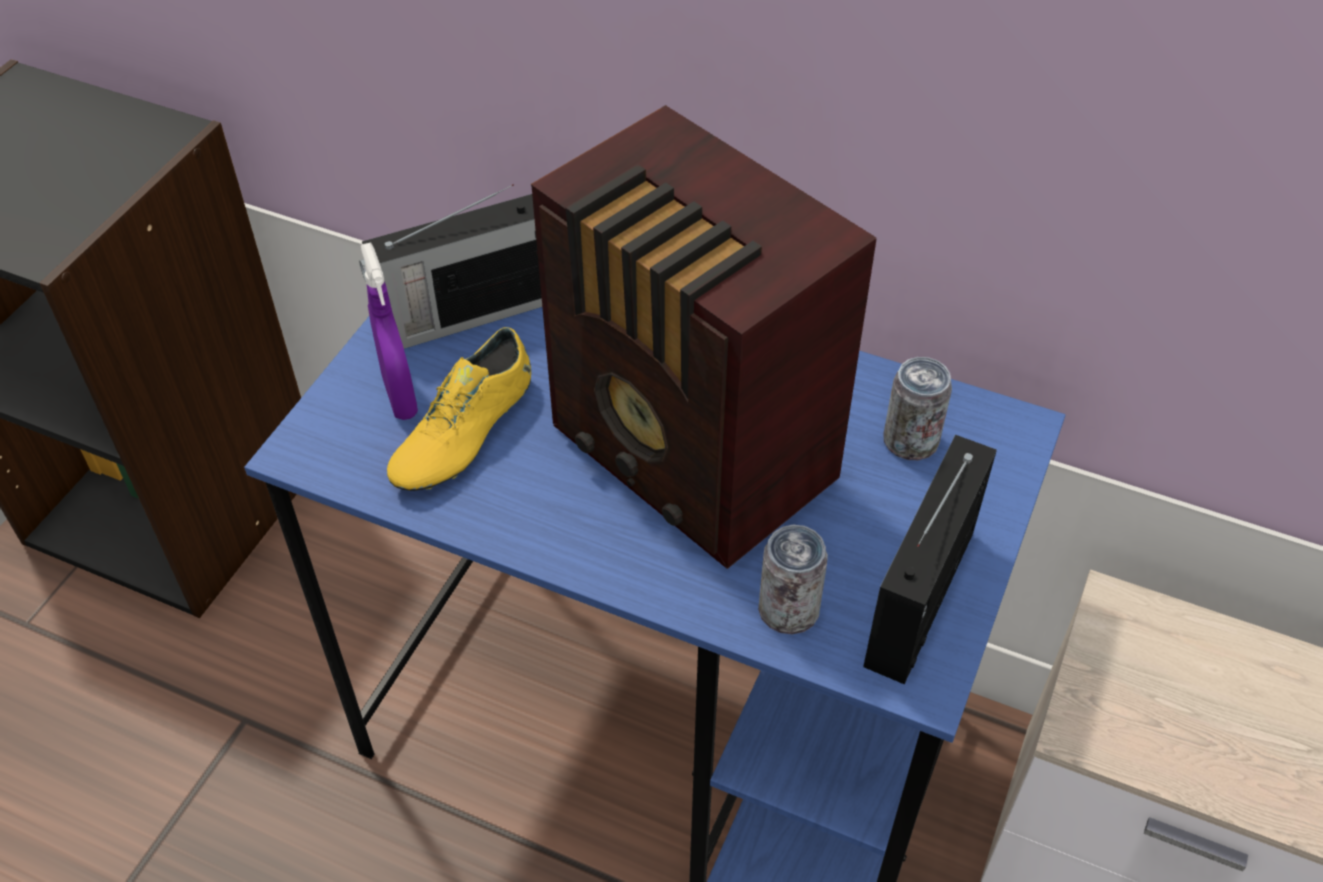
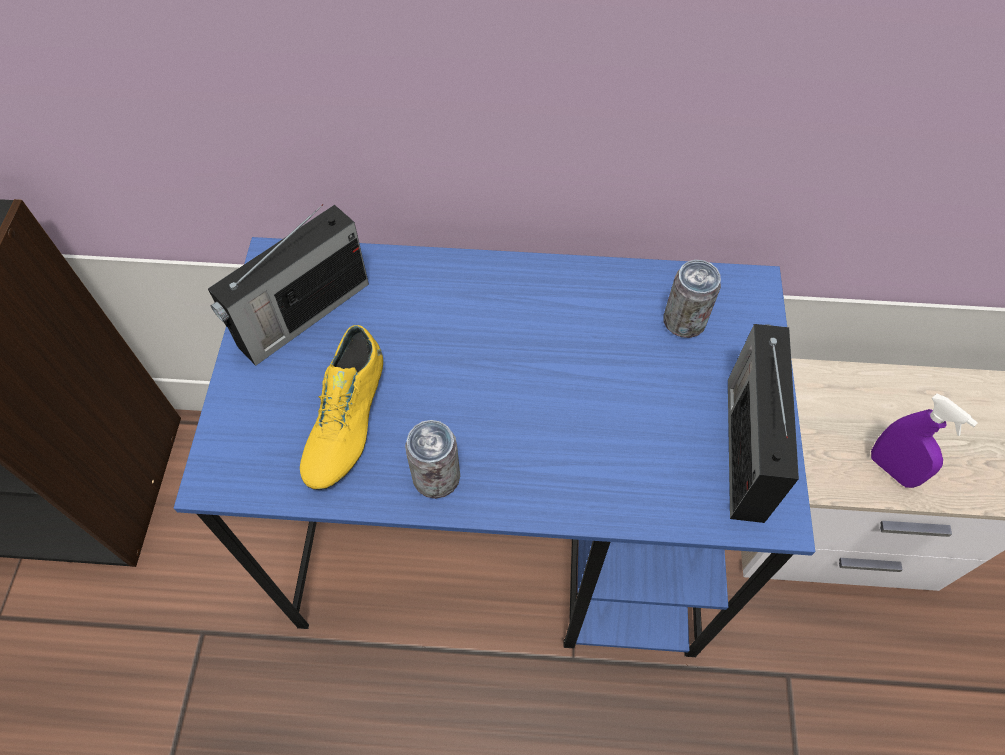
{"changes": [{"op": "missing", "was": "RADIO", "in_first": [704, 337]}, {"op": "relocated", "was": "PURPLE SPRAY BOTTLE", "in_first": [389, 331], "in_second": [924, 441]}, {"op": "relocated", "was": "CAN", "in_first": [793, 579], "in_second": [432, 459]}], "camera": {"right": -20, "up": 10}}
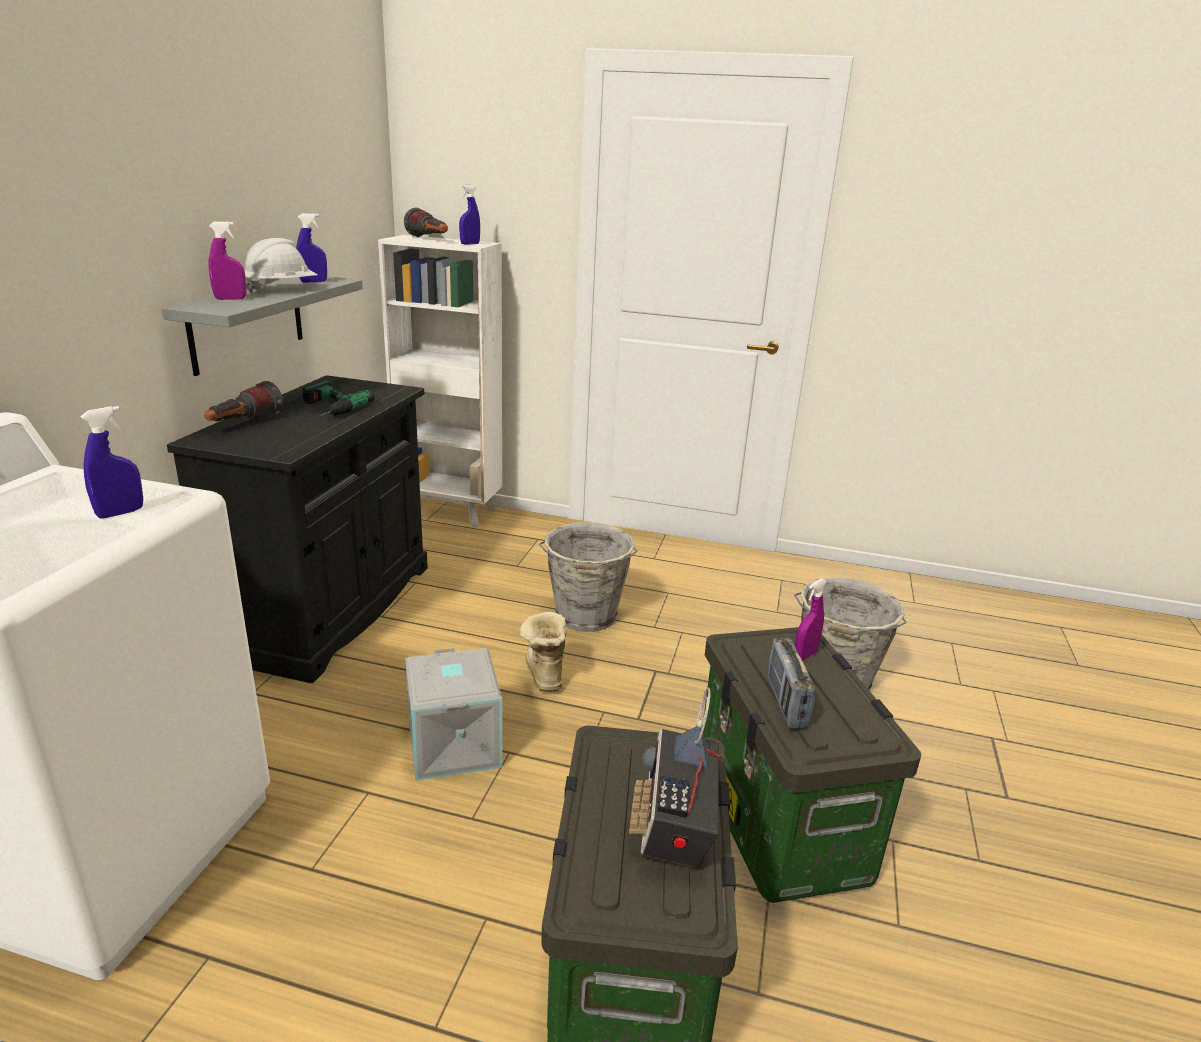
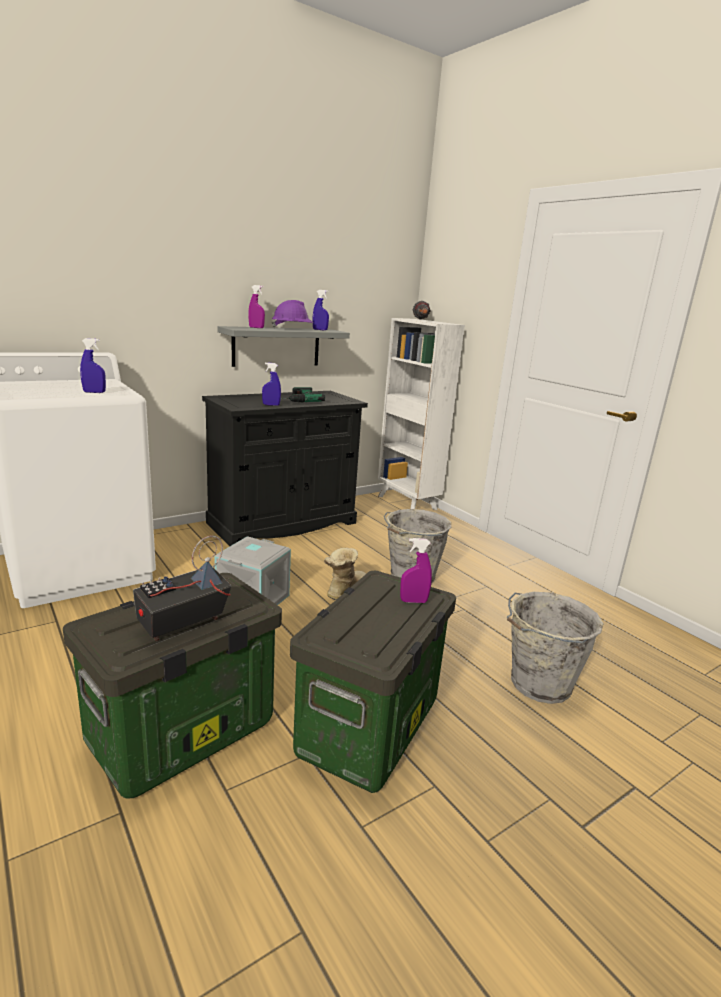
{"changes": [{"op": "missing", "was": "FLASHLIGHT", "in_first": [243, 401]}, {"op": "missing", "was": "RADIO", "in_first": [791, 683]}, {"op": "relocated", "was": "BLUE SPRAY BOTTLE", "in_first": [469, 215], "in_second": [271, 384]}, {"op": "colour", "was": "WHITE HARD HAT", "now": "PURPLE HARD HAT", "in_first": [281, 265], "in_second": [292, 314]}], "camera": {"right": 40, "up": -5}}
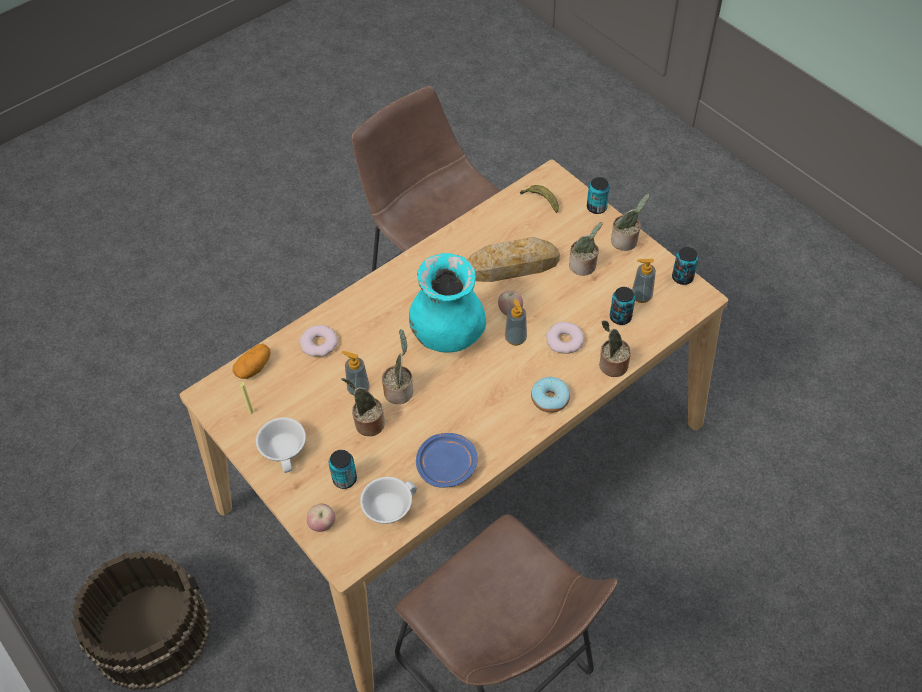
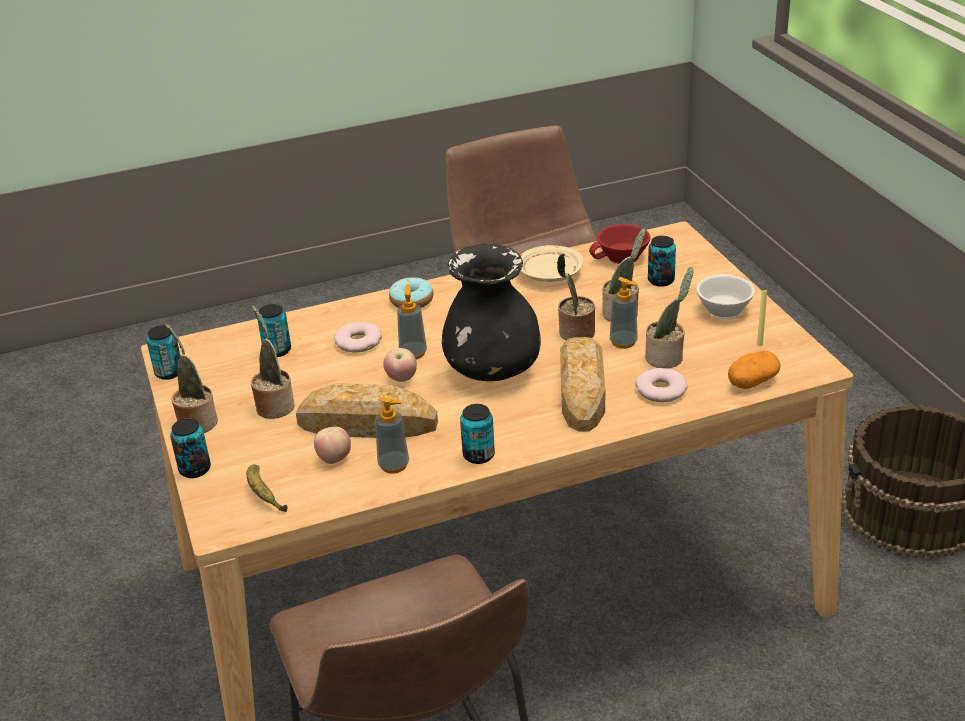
{"changes": [{"op": "appeared", "now": "CAN", "in_second": [477, 434]}, {"op": "appeared", "now": "BREAD", "in_second": [582, 384]}, {"op": "relocated", "was": "APPLE", "in_first": [321, 518], "in_second": [332, 445]}, {"op": "relocated", "was": "POTTED PLANT", "in_first": [615, 348], "in_second": [669, 317]}, {"op": "relocated", "was": "SOAP DISPENSER", "in_first": [644, 281], "in_second": [392, 435]}, {"op": "colour", "was": "WHITE CUP", "now": "RED CUP", "in_first": [388, 500], "in_second": [620, 244]}, {"op": "colour", "was": "TURQUOISE VASE", "now": "BLACK VASE", "in_first": [447, 303], "in_second": [491, 312]}, {"op": "colour", "was": "BLUE PLATE", "now": "BEIGE PLATE", "in_first": [447, 460], "in_second": [551, 263]}], "camera": {"right": -160, "up": -20}}
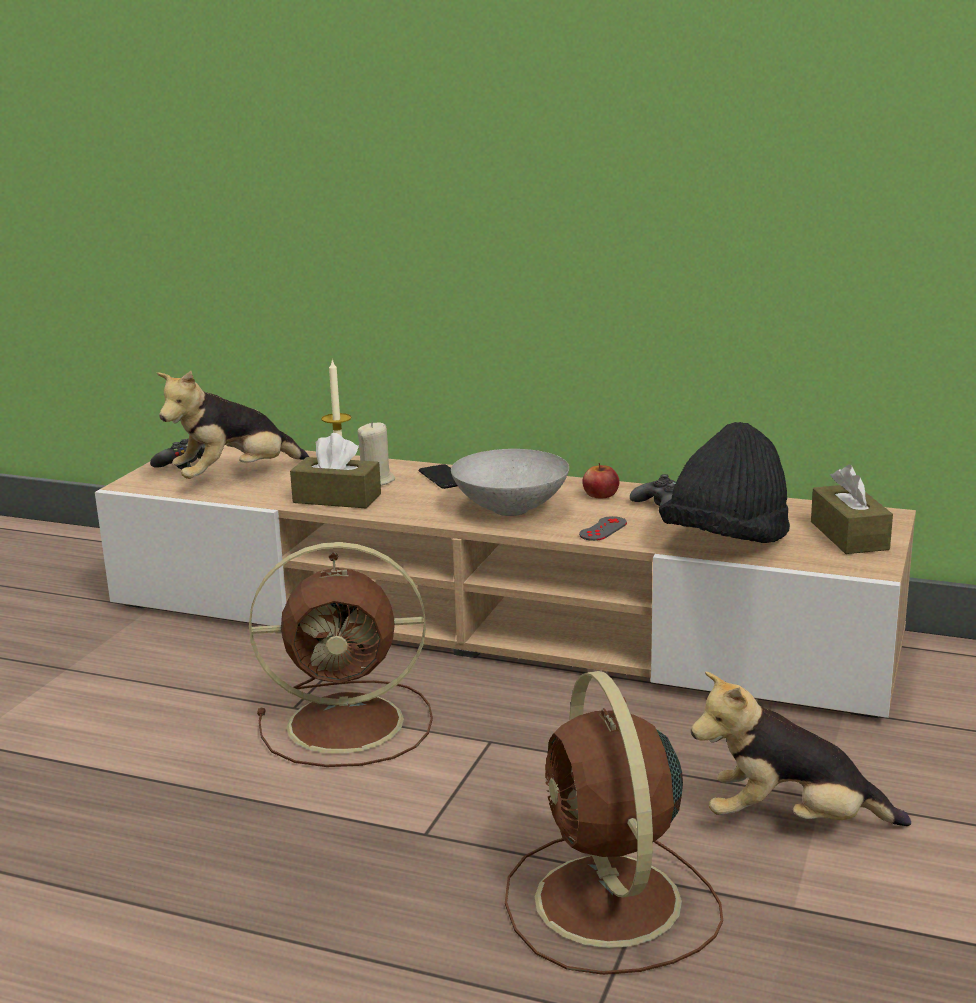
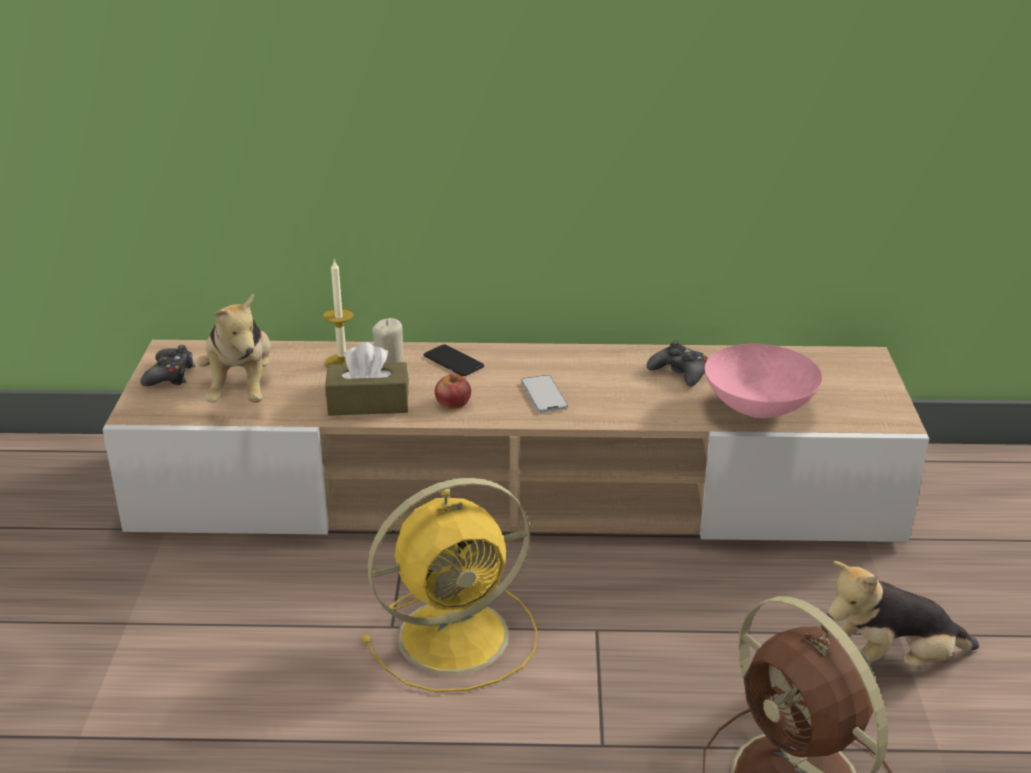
{"changes": [{"op": "missing", "was": "GREY GAME CONTROLLER", "in_first": [603, 528]}, {"op": "missing", "was": "BROWN TISSUE BOX", "in_first": [852, 509]}, {"op": "relocated", "was": "APPLE", "in_first": [600, 480], "in_second": [453, 391]}, {"op": "exchanged", "was": "GREY BOWL", "now": "PHONE", "in_first": [510, 482], "in_second": [544, 394]}, {"op": "exchanged", "was": "BLACK HAT", "now": "PINK BOWL", "in_first": [724, 482], "in_second": [763, 381]}, {"op": "colour", "was": "BROWN FAN", "now": "YELLOW FAN", "in_first": [341, 654], "in_second": [450, 585]}, {"op": "spun", "was": "PLUSH TOY", "in_first": [233, 425], "in_second": [234, 348], "clockwise": -45}], "camera": {"right": -20, "up": 10}}
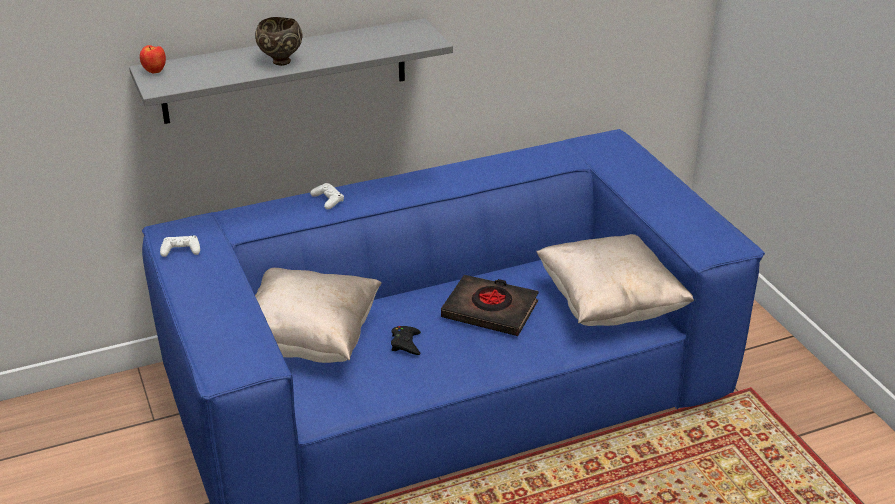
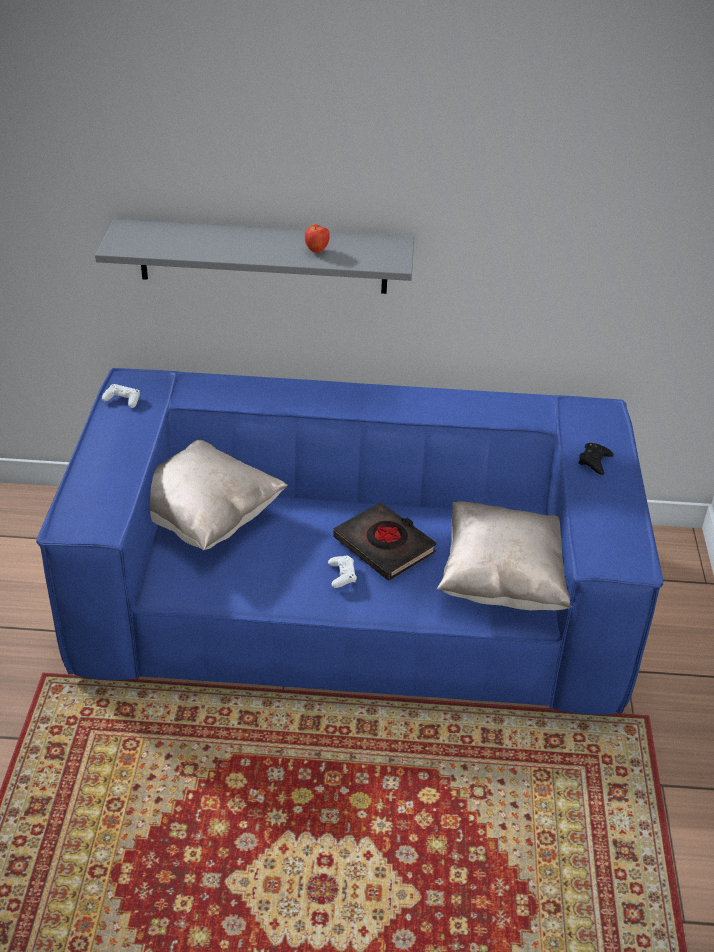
{"changes": [{"op": "missing", "was": "BROWN BOWL", "in_first": [279, 41]}, {"op": "relocated", "was": "APPLE", "in_first": [153, 59], "in_second": [317, 238]}, {"op": "relocated", "was": "WHITE GAME CONTROLLER", "in_first": [327, 196], "in_second": [342, 571]}, {"op": "relocated", "was": "BLACK GAME CONTROLLER", "in_first": [406, 340], "in_second": [596, 459]}], "camera": {"right": 25, "up": 5}}
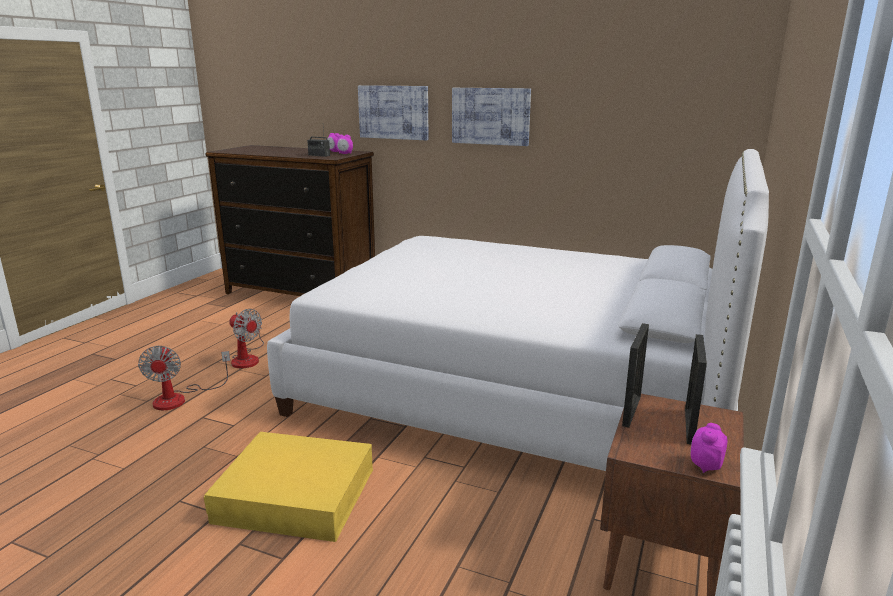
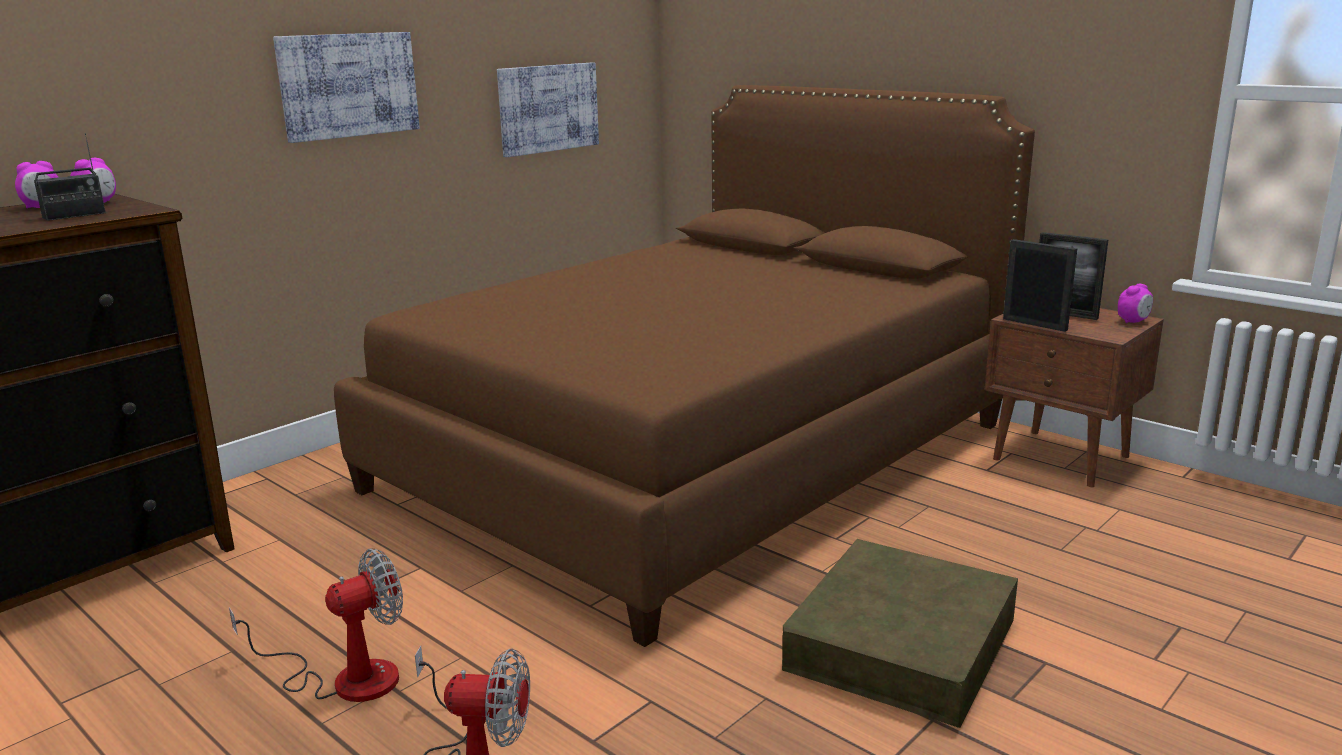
{"changes": [{"op": "relocated", "was": "PICTURE", "in_first": [393, 112], "in_second": [548, 110]}, {"op": "colour", "was": "YELLOW STORAGE BOX", "now": "BROWN STORAGE BOX", "in_first": [288, 487], "in_second": [900, 633]}, {"op": "colour", "was": "WHITE BED", "now": "BROWN BED", "in_first": [518, 310], "in_second": [684, 366]}, {"op": "spun", "was": "ALARM CLOCK", "in_first": [709, 448], "in_second": [1135, 303], "clockwise": -90}], "camera": {"right": -70, "up": 0}}
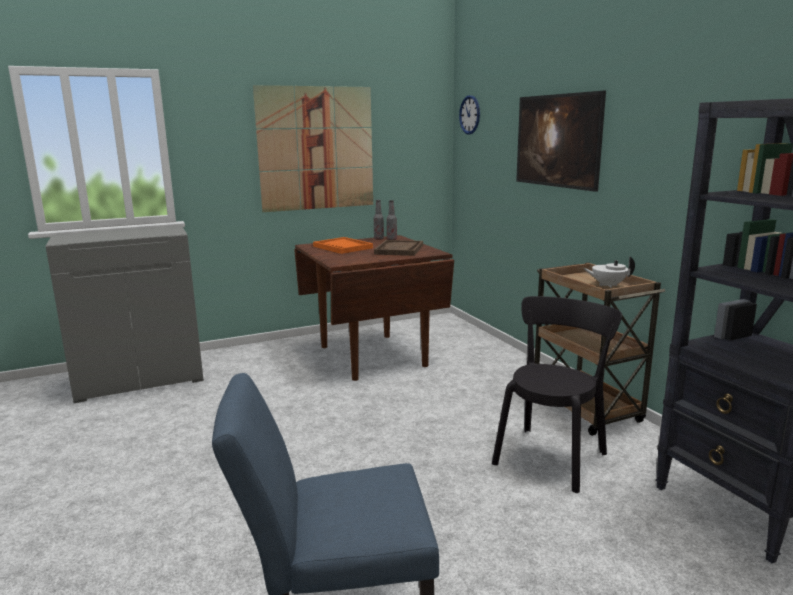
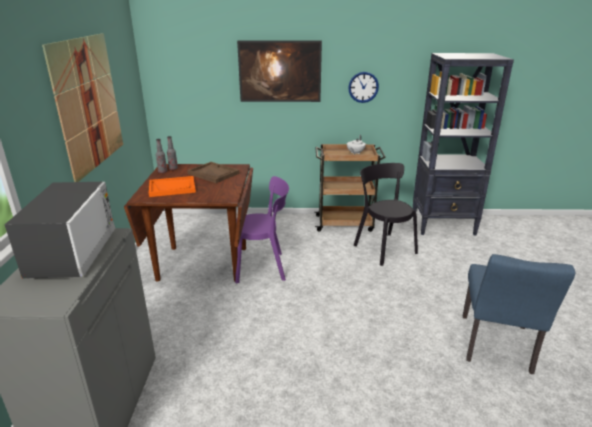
{"changes": [{"op": "appeared", "now": "MICROWAVE", "in_second": [59, 230]}, {"op": "appeared", "now": "PURPLE CHAIR", "in_second": [262, 229]}, {"op": "relocated", "was": "WALL CLOCK", "in_first": [469, 115], "in_second": [363, 87]}], "camera": {"right": -65, "up": 10}}
